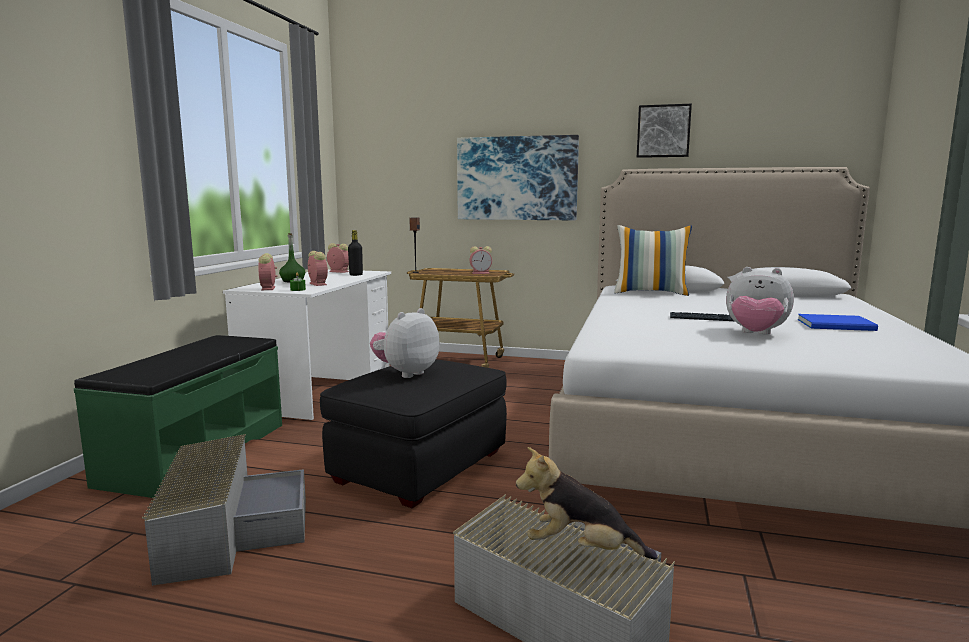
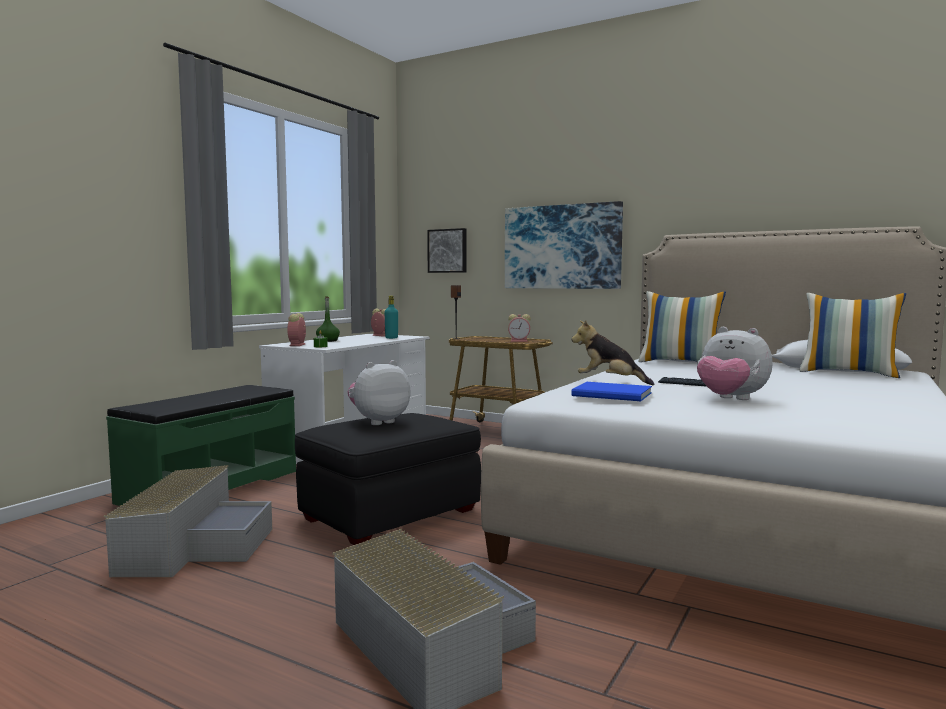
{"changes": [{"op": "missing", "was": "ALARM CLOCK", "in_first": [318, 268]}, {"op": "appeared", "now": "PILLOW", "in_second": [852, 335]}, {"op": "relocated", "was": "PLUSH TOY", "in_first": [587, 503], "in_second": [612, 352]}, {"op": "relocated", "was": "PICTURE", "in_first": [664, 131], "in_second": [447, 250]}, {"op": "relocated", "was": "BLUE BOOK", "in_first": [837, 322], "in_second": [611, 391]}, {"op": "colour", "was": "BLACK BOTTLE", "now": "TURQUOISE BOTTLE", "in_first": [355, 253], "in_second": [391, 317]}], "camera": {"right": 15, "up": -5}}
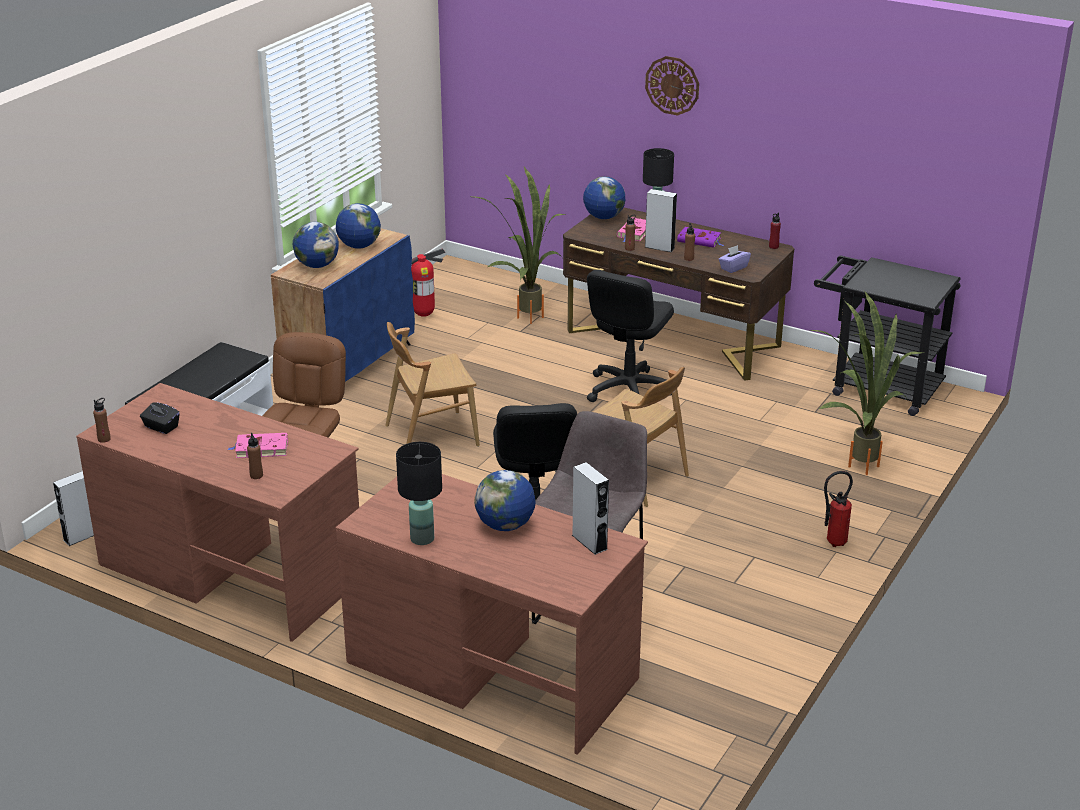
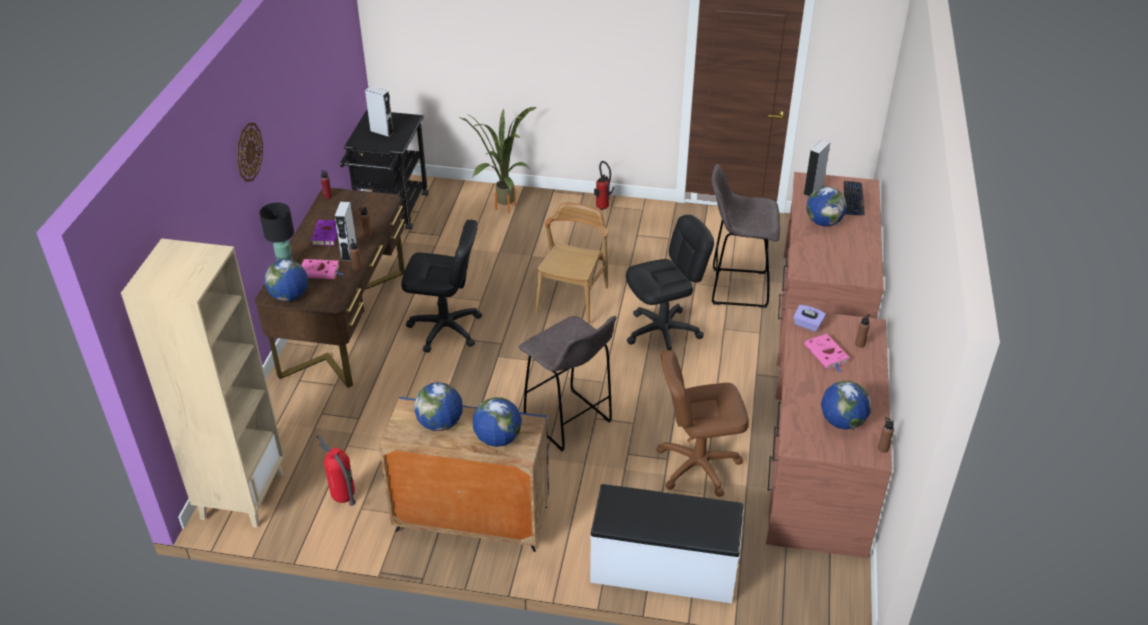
{"changes": [{"op": "missing", "was": "BLACK TABLE LAMP", "in_first": [419, 493]}, {"op": "missing", "was": "POTTED PLANT", "in_first": [518, 245]}, {"op": "appeared", "now": "BEIGE BOOKCASE", "in_second": [202, 383]}, {"op": "appeared", "now": "KEYBOARD", "in_second": [854, 198]}, {"op": "relocated", "was": "GREY SPEAKER", "in_first": [73, 508], "in_second": [379, 111]}, {"op": "relocated", "was": "PURPLE TISSUE BOX", "in_first": [735, 259], "in_second": [809, 318]}, {"op": "exchanged", "was": "BLACK TISSUE BOX", "now": "GLOBE", "in_first": [160, 418], "in_second": [846, 405]}, {"op": "exchanged", "was": "BROWN CHAIR", "now": "GREY STOOL", "in_first": [432, 384], "in_second": [567, 383]}], "camera": {"right": -110, "up": 10}}
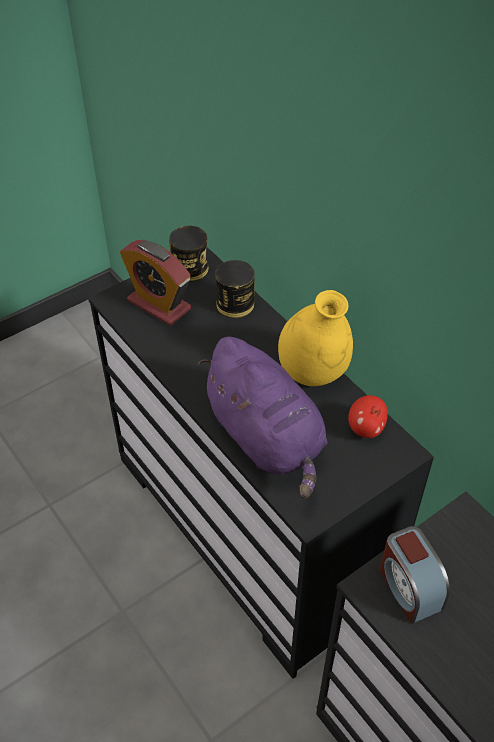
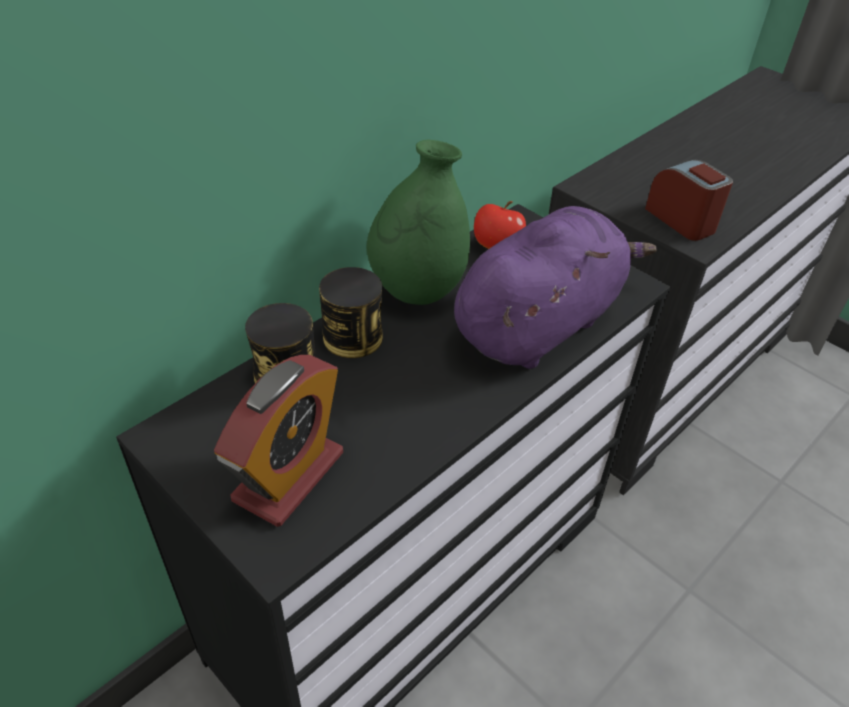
{"changes": [{"op": "relocated", "was": "CAN", "in_first": [189, 254], "in_second": [351, 312]}, {"op": "colour", "was": "YELLOW VASE", "now": "GREEN VASE", "in_first": [315, 338], "in_second": [418, 222]}, {"op": "spun", "was": "ALARM CLOCK", "in_first": [415, 575], "in_second": [689, 200], "clockwise": -90}], "camera": {"right": -100, "up": -5}}
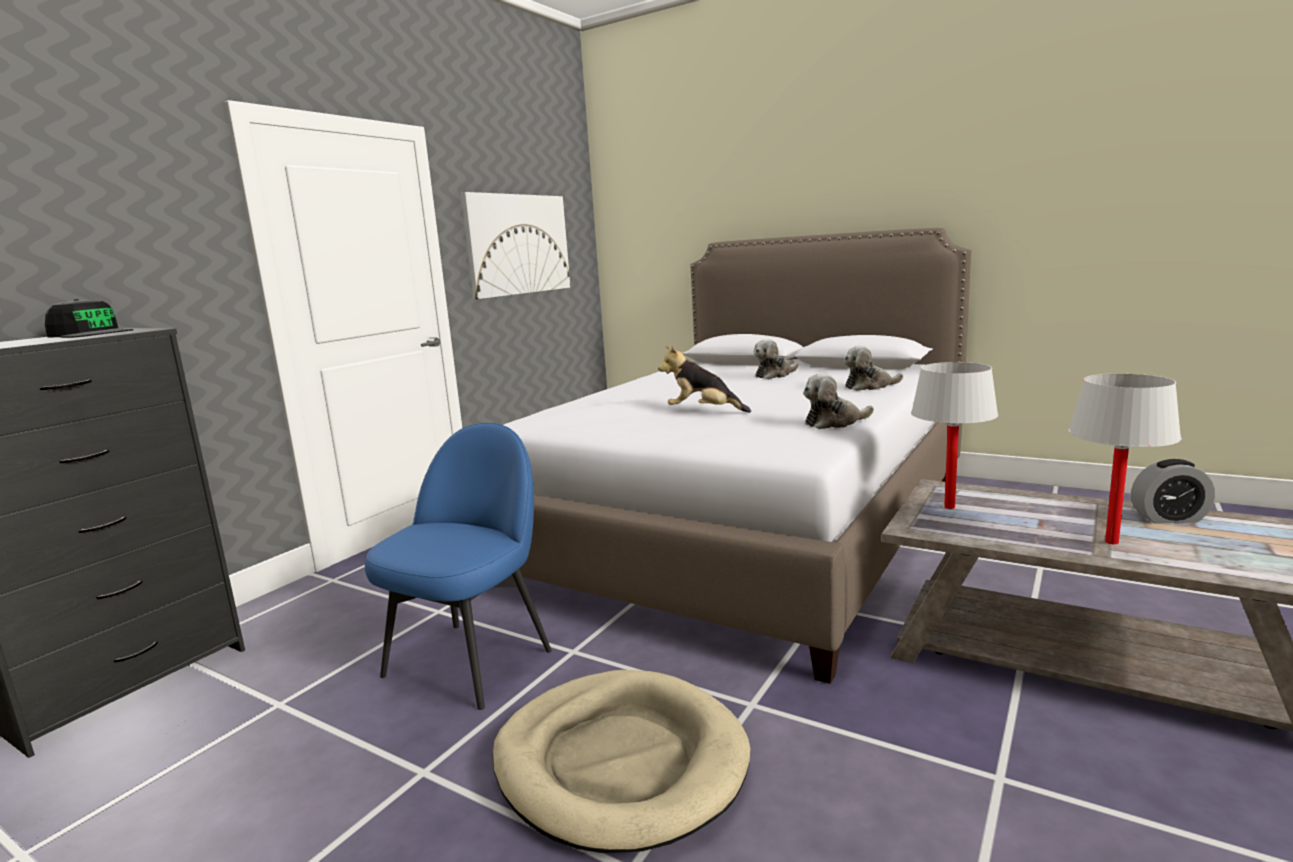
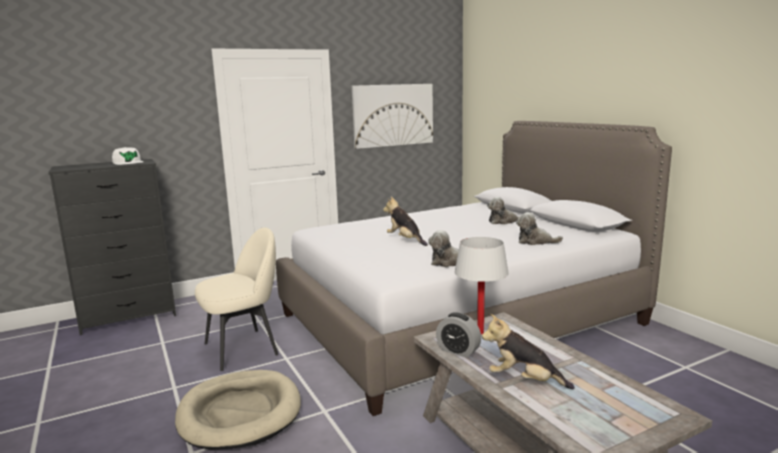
{"changes": [{"op": "relocated", "was": "ALARM CLOCK", "in_first": [1173, 491], "in_second": [458, 335]}, {"op": "exchanged", "was": "WHITE TABLE LAMP", "now": "PLUSH TOY", "in_first": [1125, 459], "in_second": [528, 351]}, {"op": "colour", "was": "BLACK CAP", "now": "WHITE CAP", "in_first": [89, 318], "in_second": [127, 156]}, {"op": "colour", "was": "BLUE CHAIR", "now": "BEIGE CHAIR", "in_first": [458, 566], "in_second": [236, 299]}], "camera": {"right": 30, "up": 0}}
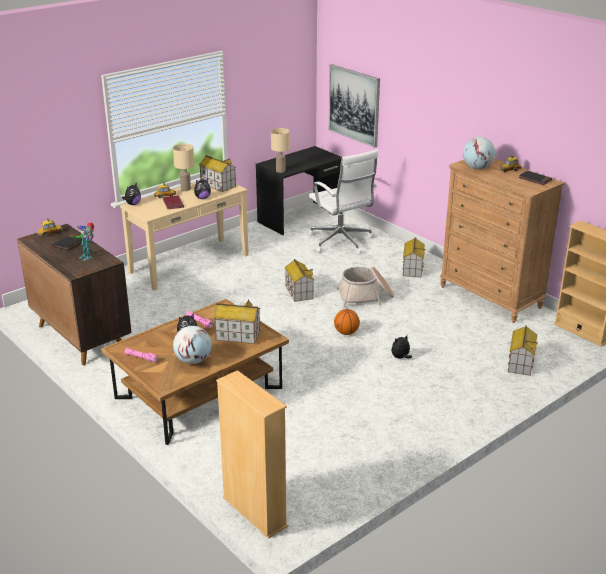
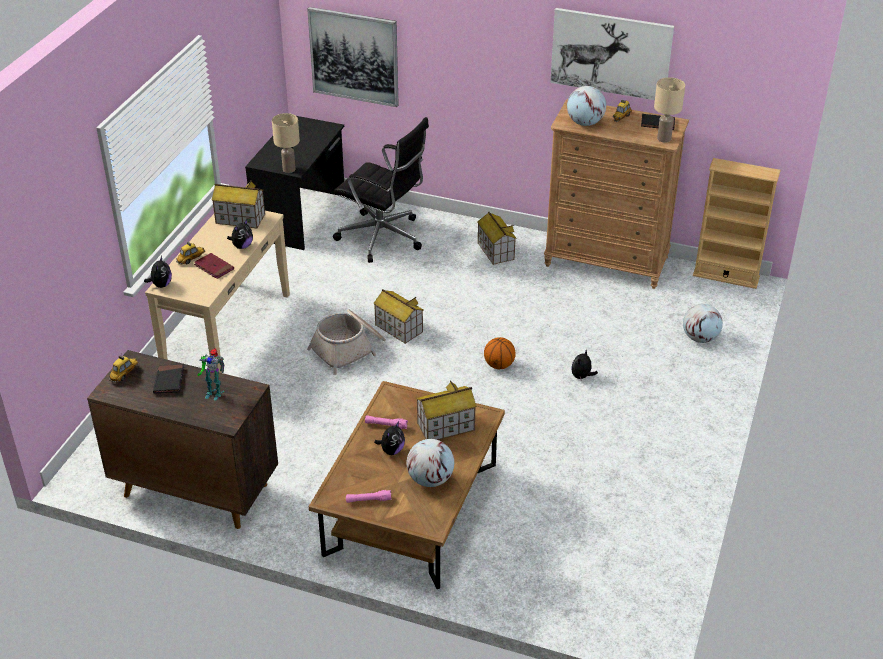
{"changes": [{"op": "missing", "was": "BEIGE BOOKCASE", "in_first": [252, 454]}, {"op": "appeared", "now": "PICTURE", "in_second": [612, 54]}, {"op": "relocated", "was": "BEIGE TABLE LAMP", "in_first": [183, 167], "in_second": [669, 110]}, {"op": "relocated", "was": "BASKET", "in_first": [365, 287], "in_second": [346, 342]}, {"op": "exchanged", "was": "TOY HOUSE", "now": "GLOBE", "in_first": [523, 350], "in_second": [703, 323]}, {"op": "colour", "was": "WHITE OFFICE CHAIR", "now": "BLACK OFFICE CHAIR", "in_first": [342, 202], "in_second": [381, 190]}], "camera": {"right": -30, "up": 10}}
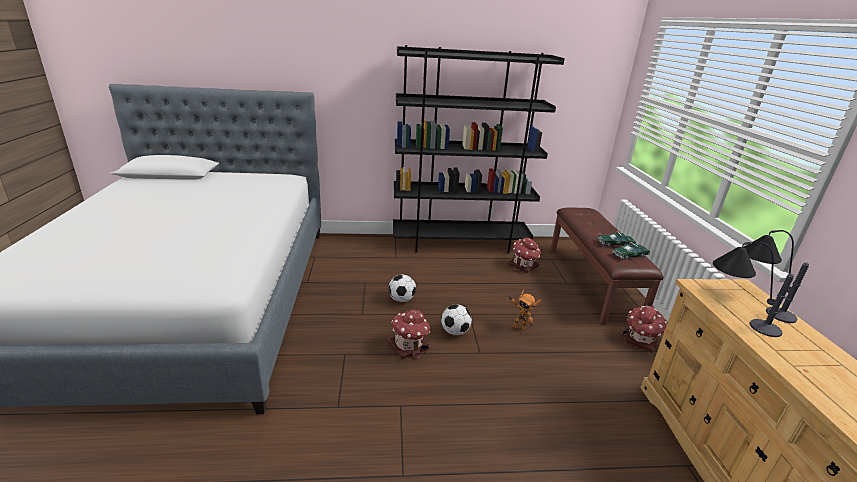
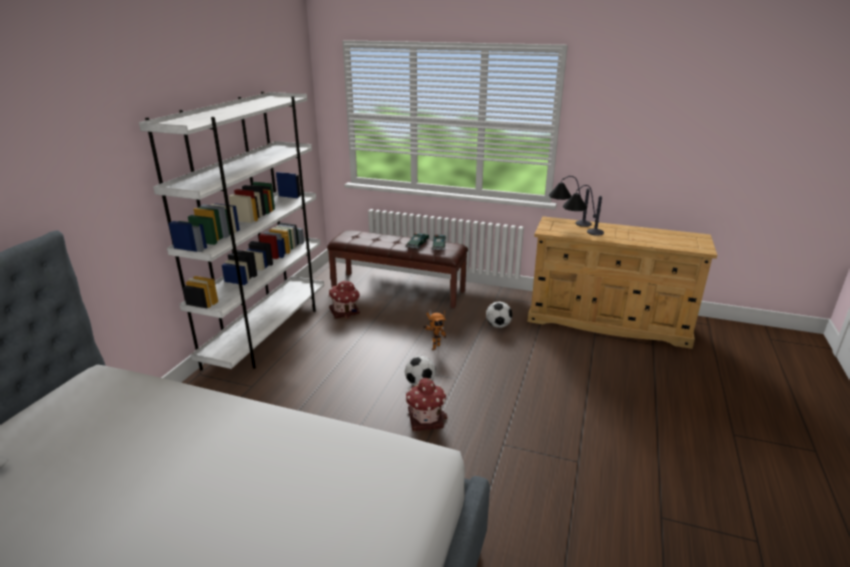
{"changes": [{"op": "missing", "was": "TOY HOUSE", "in_first": [644, 329]}, {"op": "relocated", "was": "FOOTBALL", "in_first": [402, 288], "in_second": [499, 315]}, {"op": "colour", "was": "BLACK BOOKCASE", "now": "WHITE BOOKCASE", "in_first": [479, 149], "in_second": [231, 231]}], "camera": {"right": -65, "up": 0}}
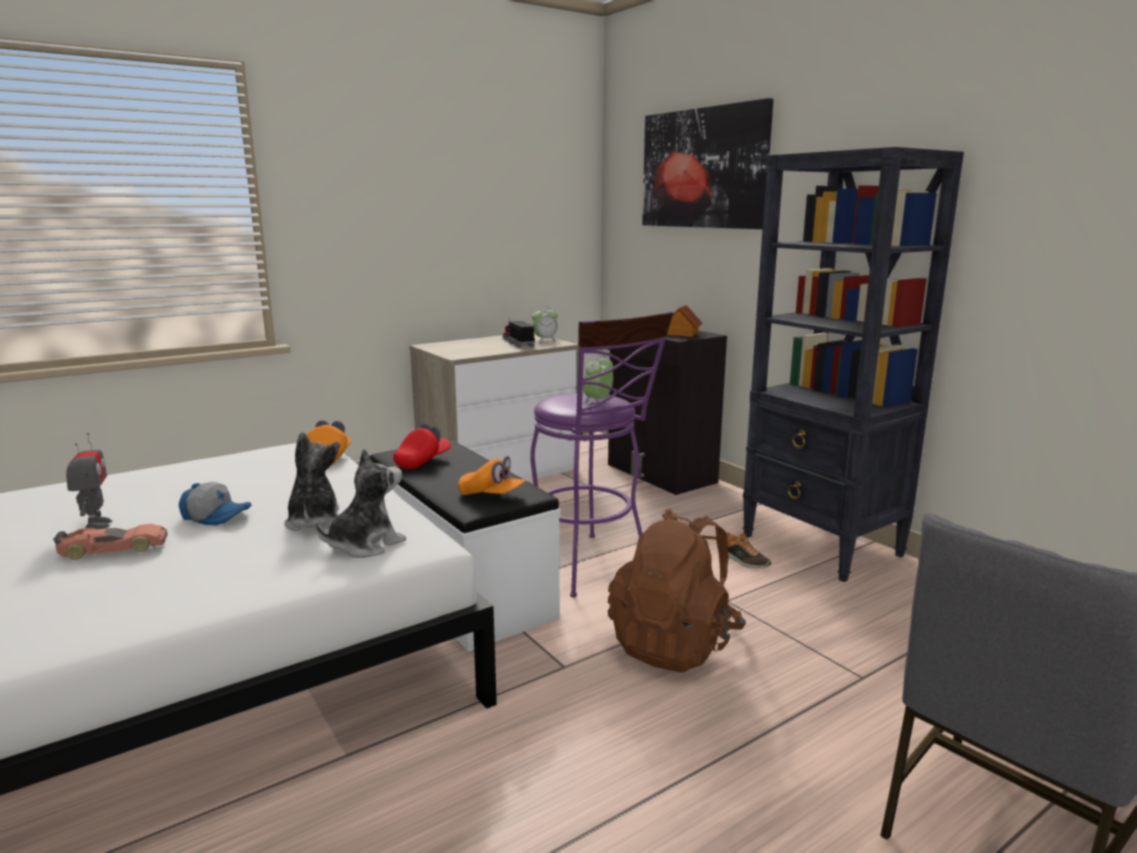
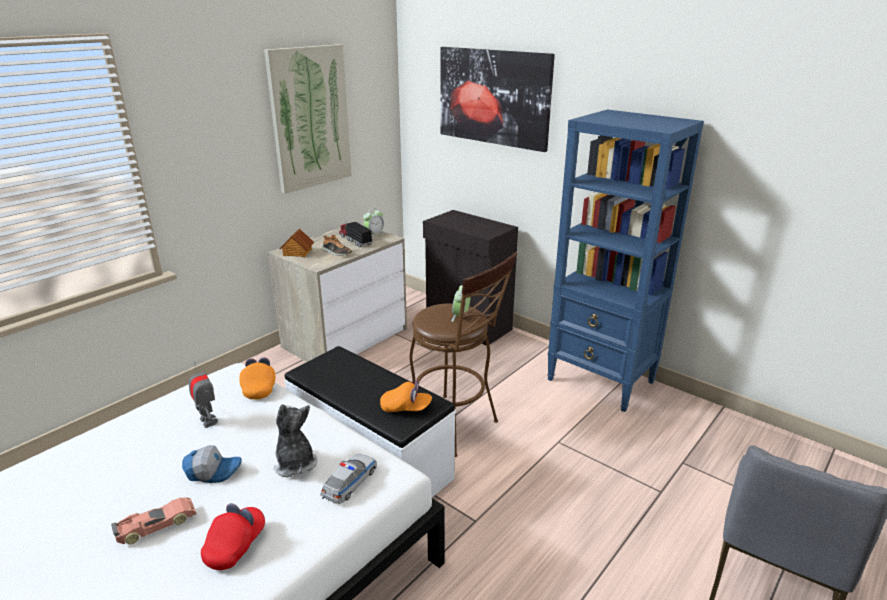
{"changes": [{"op": "missing", "was": "BROWN BACKPACK", "in_first": [677, 590]}, {"op": "appeared", "now": "PICTURE", "in_second": [308, 119]}, {"op": "relocated", "was": "TOY ROBOT", "in_first": [89, 481], "in_second": [203, 395]}, {"op": "relocated", "was": "RED CAP", "in_first": [422, 446], "in_second": [233, 536]}, {"op": "relocated", "was": "TOY HOUSE", "in_first": [685, 321], "in_second": [297, 242]}, {"op": "relocated", "was": "SHOE", "in_first": [749, 550], "in_second": [337, 245]}, {"op": "exchanged", "was": "PLUSH TOY", "now": "TOY CAR", "in_first": [360, 503], "in_second": [348, 479]}, {"op": "colour", "was": "PURPLE STOOL", "now": "BROWN STOOL", "in_first": [601, 454], "in_second": [463, 354]}, {"op": "colour", "was": "BLACK BOOKCASE", "now": "BLUE BOOKCASE", "in_first": [853, 364], "in_second": [625, 261]}], "camera": {"right": -15, "up": 10}}
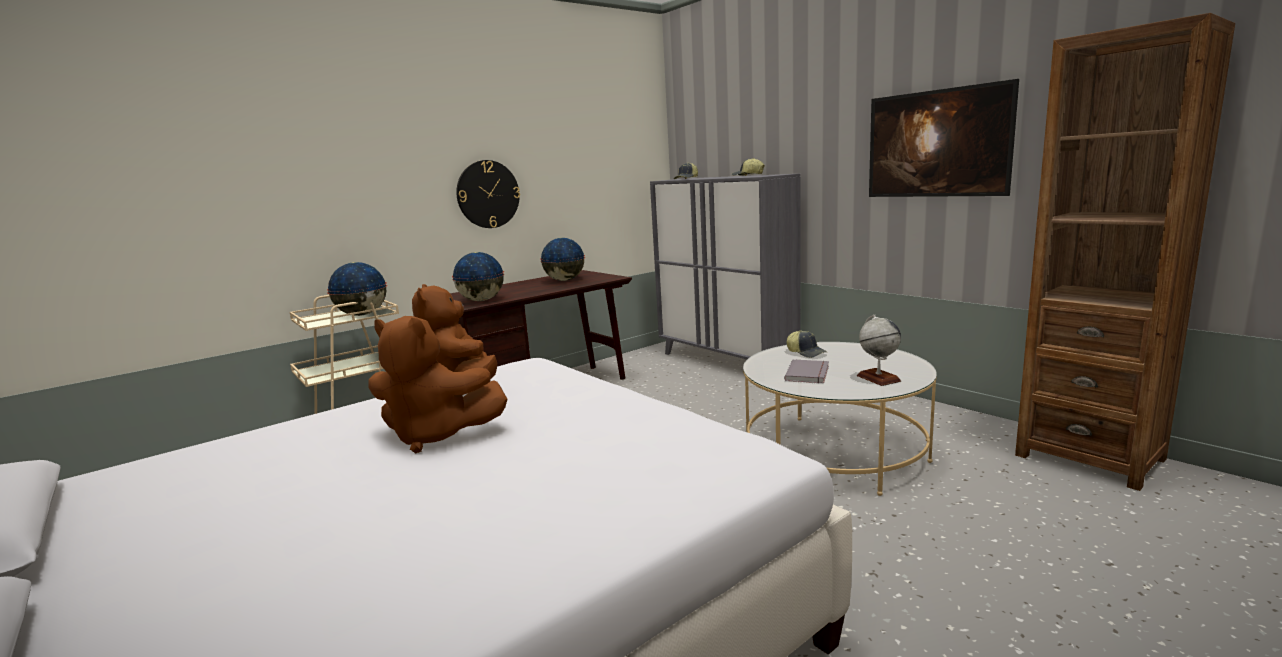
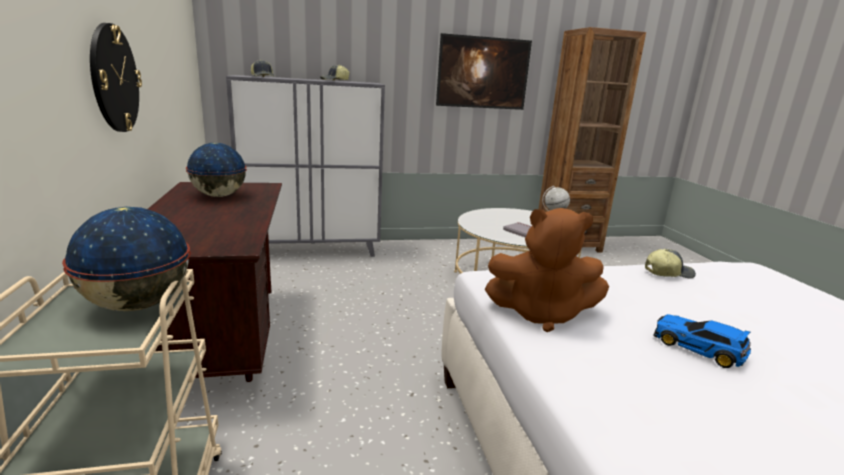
{"changes": [{"op": "missing", "was": "GLOBE", "in_first": [478, 276]}, {"op": "relocated", "was": "CAP", "in_first": [807, 344], "in_second": [670, 263]}, {"op": "exchanged", "was": "BROWN PLUSH TOY", "now": "TOY CAR", "in_first": [438, 385], "in_second": [702, 341]}], "camera": {"right": -65, "up": 5}}
